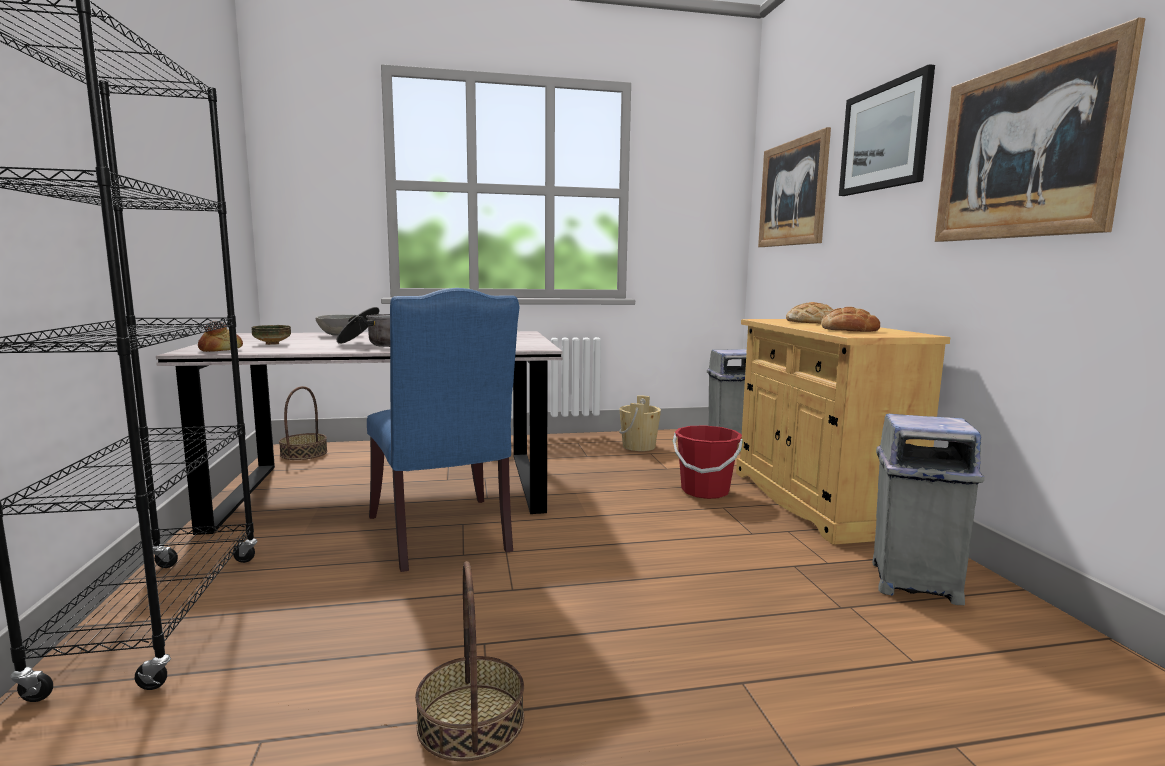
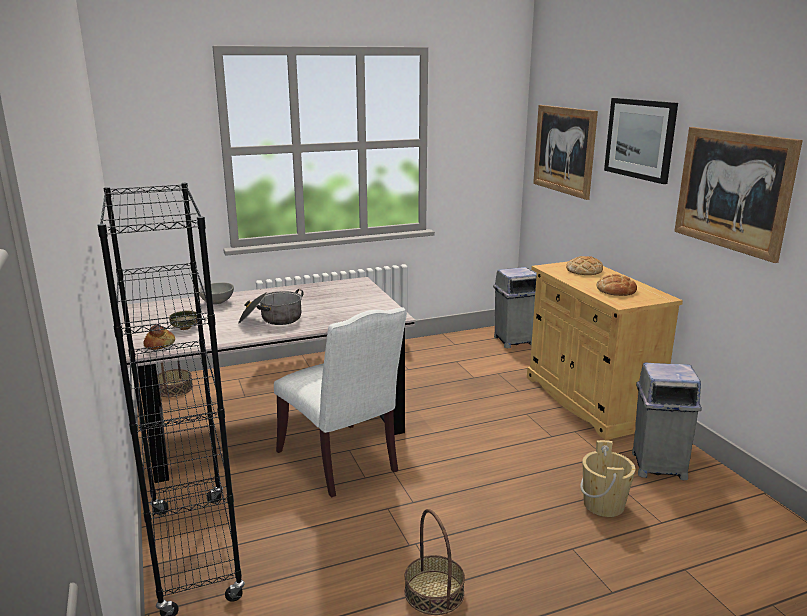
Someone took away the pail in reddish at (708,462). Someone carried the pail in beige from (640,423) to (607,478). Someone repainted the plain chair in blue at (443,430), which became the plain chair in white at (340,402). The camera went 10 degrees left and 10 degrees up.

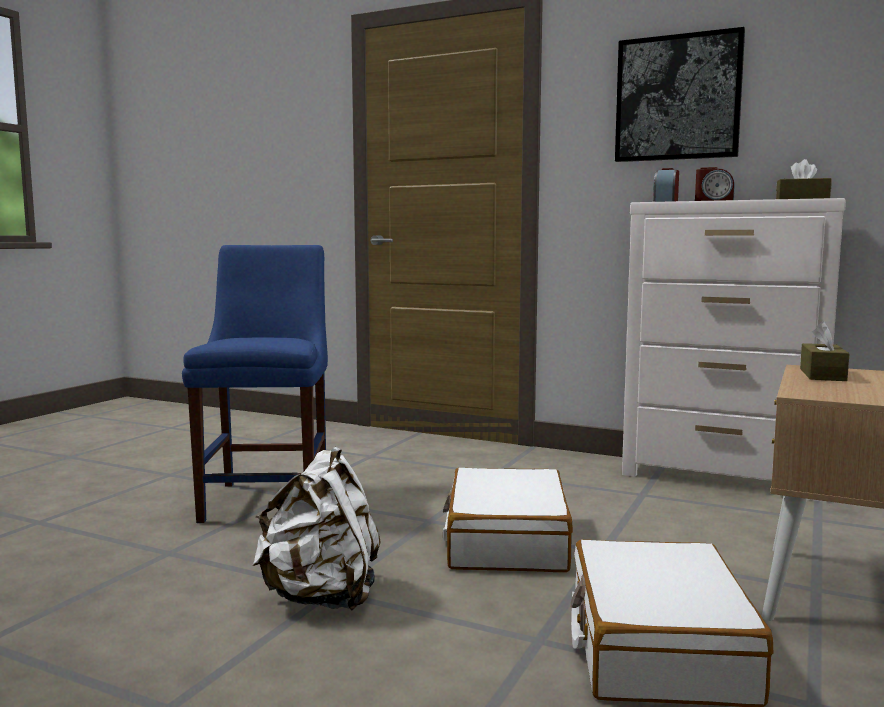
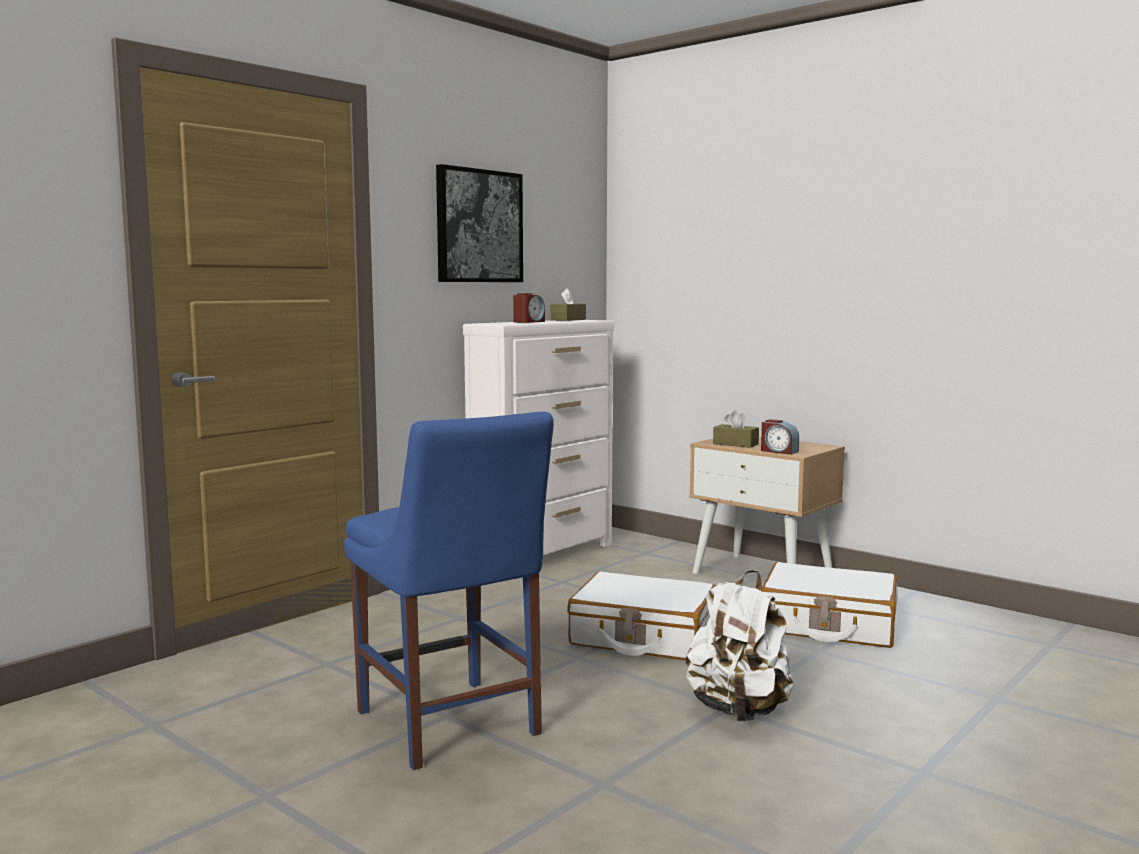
Someone carried the alarm clock from (666,185) to (780,437). Someone rotated the plain chair in blue at (255,384) by 135 degrees counterclockwise. The camera went 75 degrees left and 0 degrees up.

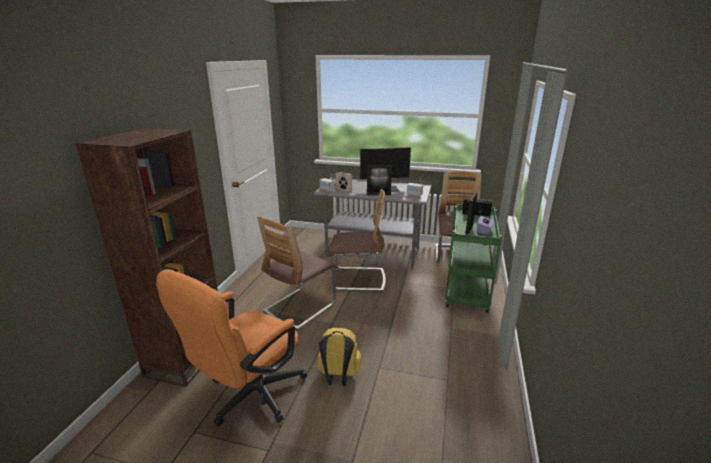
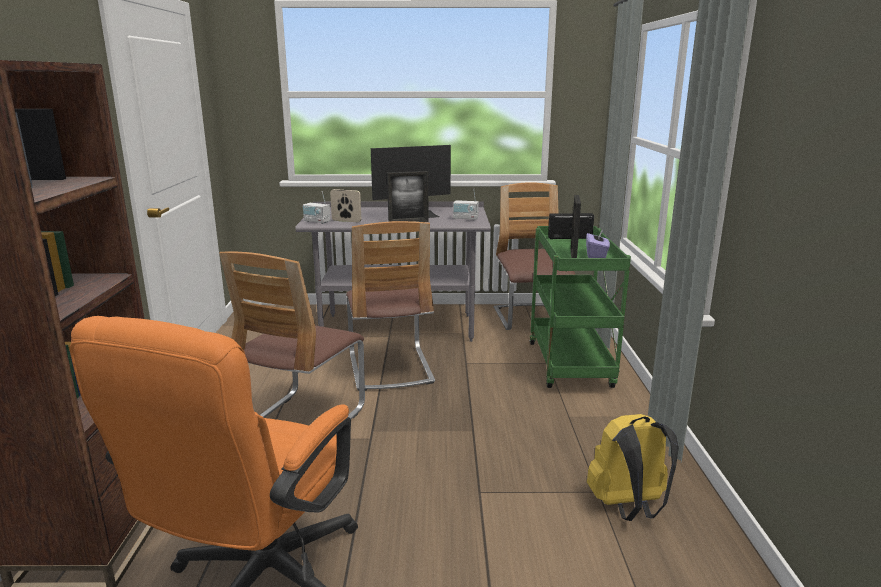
Someone carried the backpack in yellow-coloured from (339,357) to (633,467). Someone rotated the plain chair at (357,240) by 90 degrees clockwise. The camera went 15 degrees left and 5 degrees down.

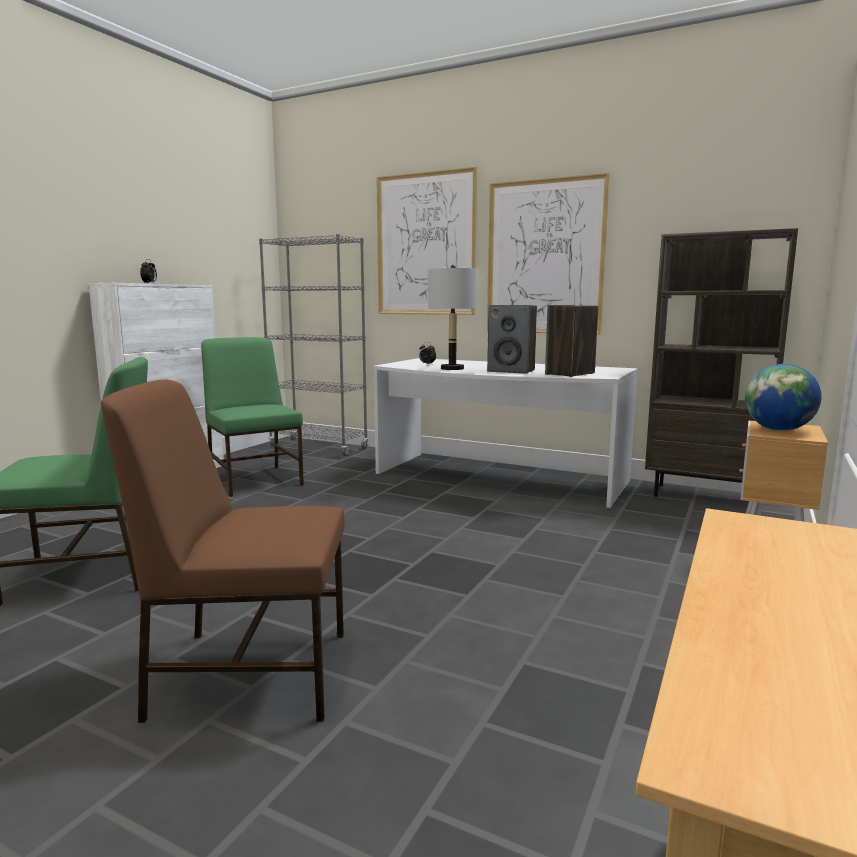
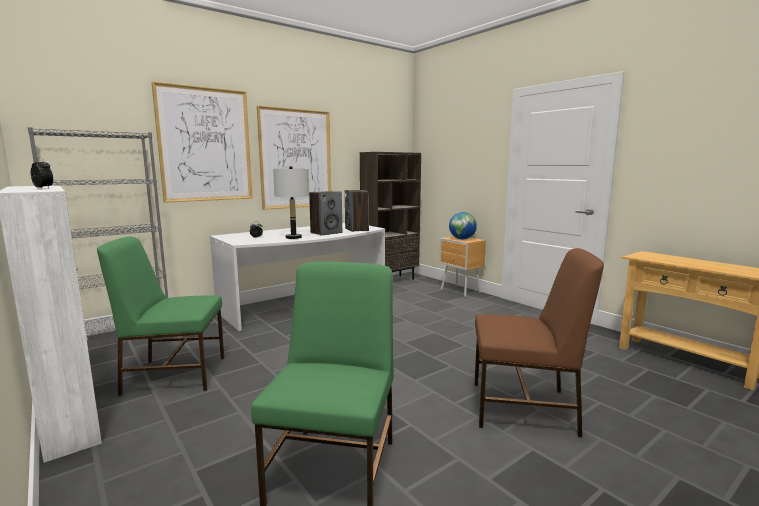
Someone rotated the plain chair in brown at (223,551) by 105 degrees counterclockwise. The camera went 65 degrees left and 0 degrees up.

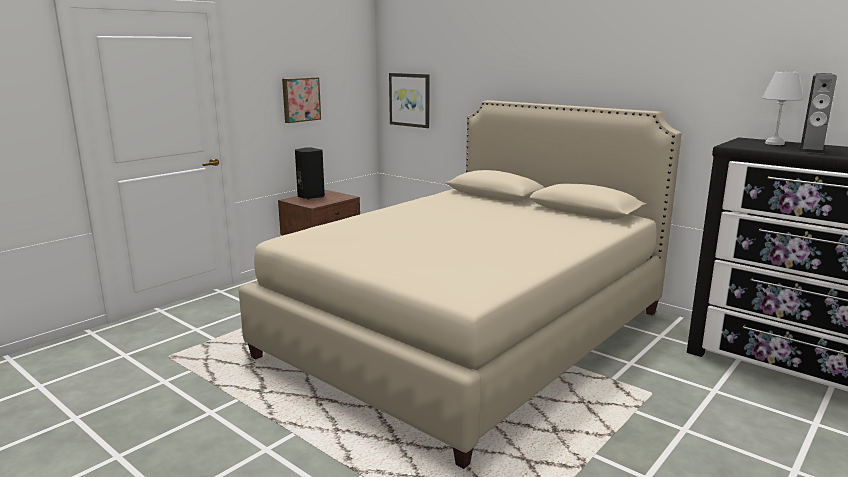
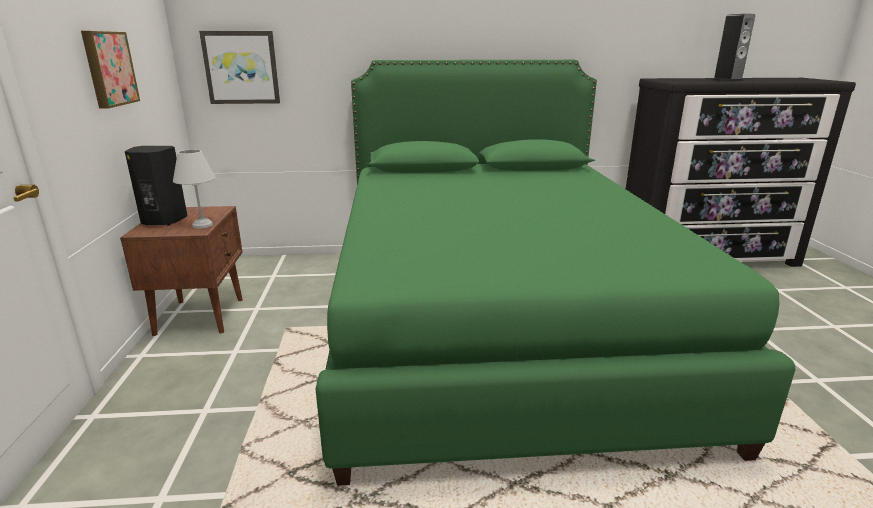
Someone carried the lamp for a table in white from (782,108) to (194,189). Someone repainted the bedroom bed in beige at (460,284), which became the bedroom bed in green at (555,273). The camera went 45 degrees left and 5 degrees up.

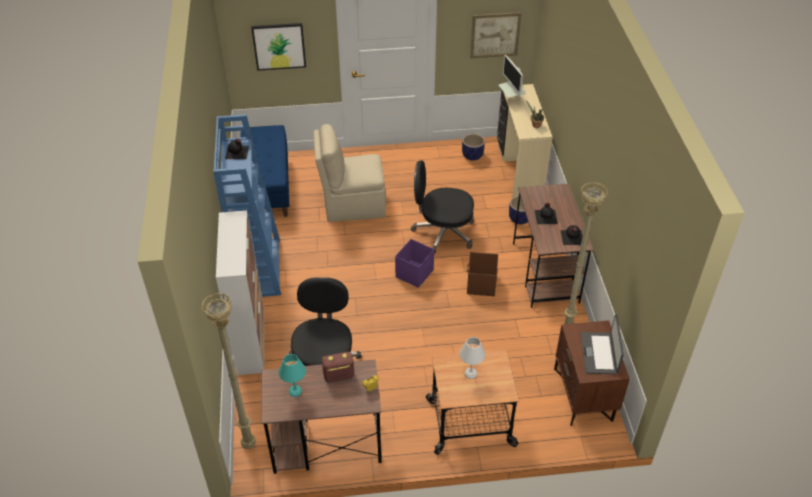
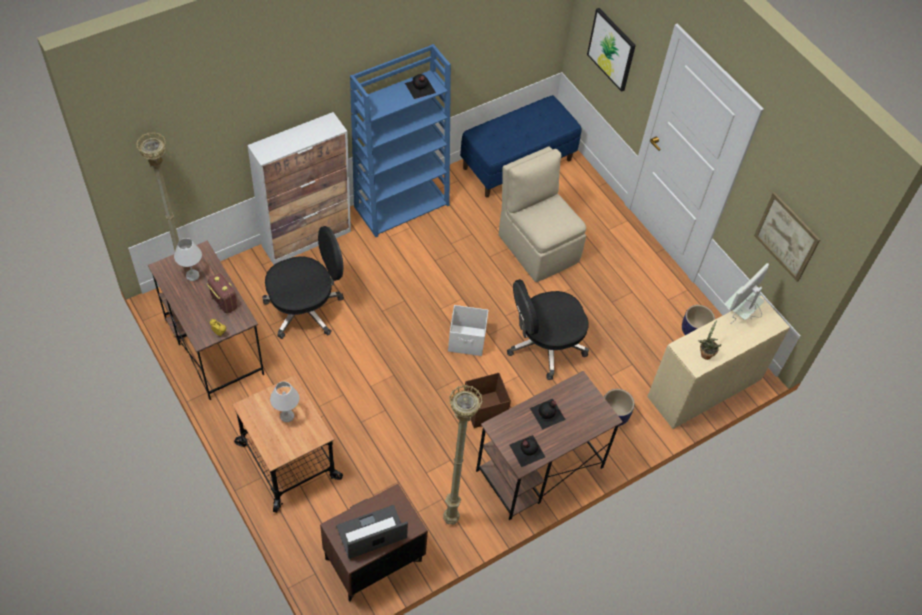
Someone repainted the lamp for a table in turquoise at (292,375), which became the lamp for a table in white at (188,259). Someone repainted the storage bin in purple at (414,263), which became the storage bin in white at (468,330). Someone rotated the computer chair in blackish at (442,207) by 90 degrees counterclockwise. The camera went 60 degrees right and 10 degrees up.

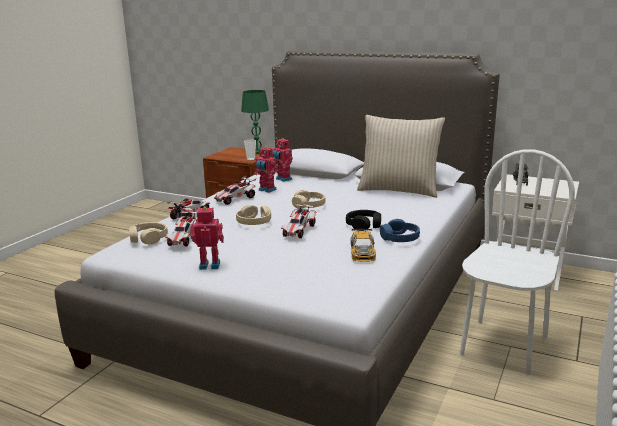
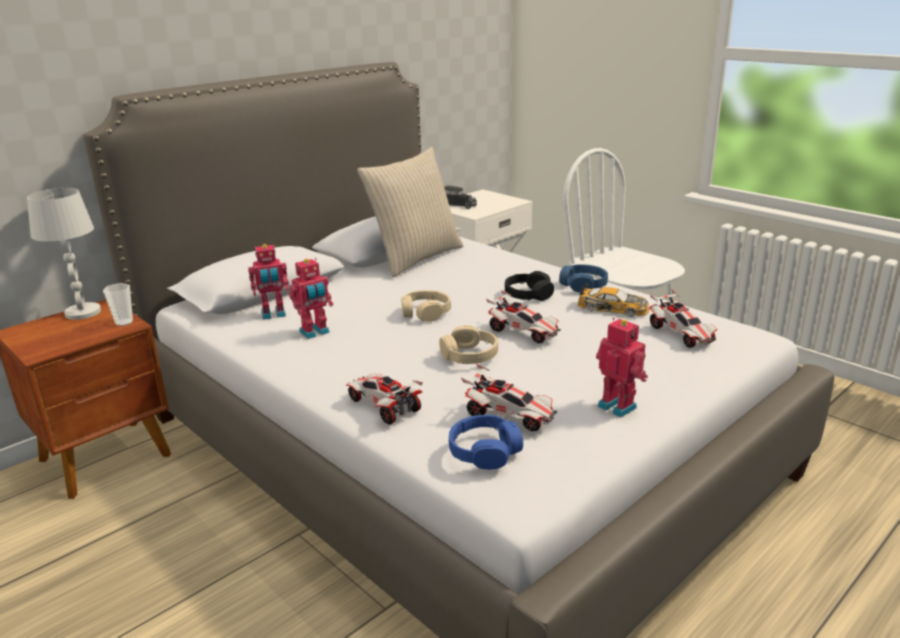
Someone carried the toy car from (235,190) to (683,318). Someone repainted the pair of headphones in beige at (148,233), which became the pair of headphones in blue at (486,442). Someone repainted the lamp for a table in green at (255,122), which became the lamp for a table in white at (64,254). Someone rotated the model robot at (207,238) by 120 degrees clockwise. The camera went 70 degrees left and 5 degrees up.

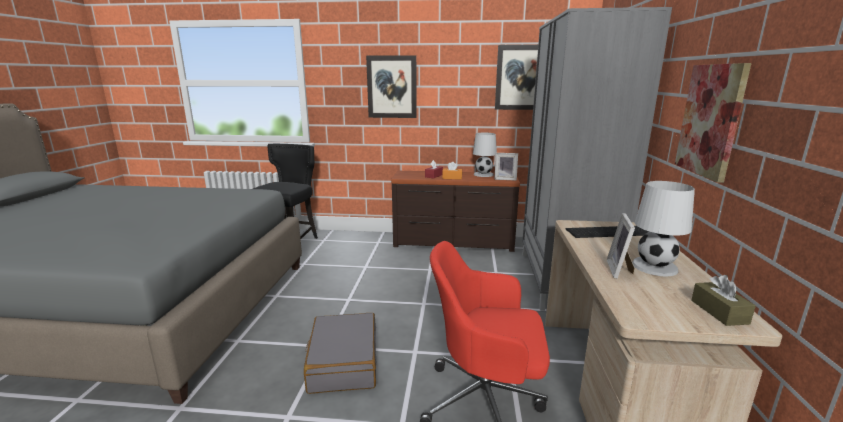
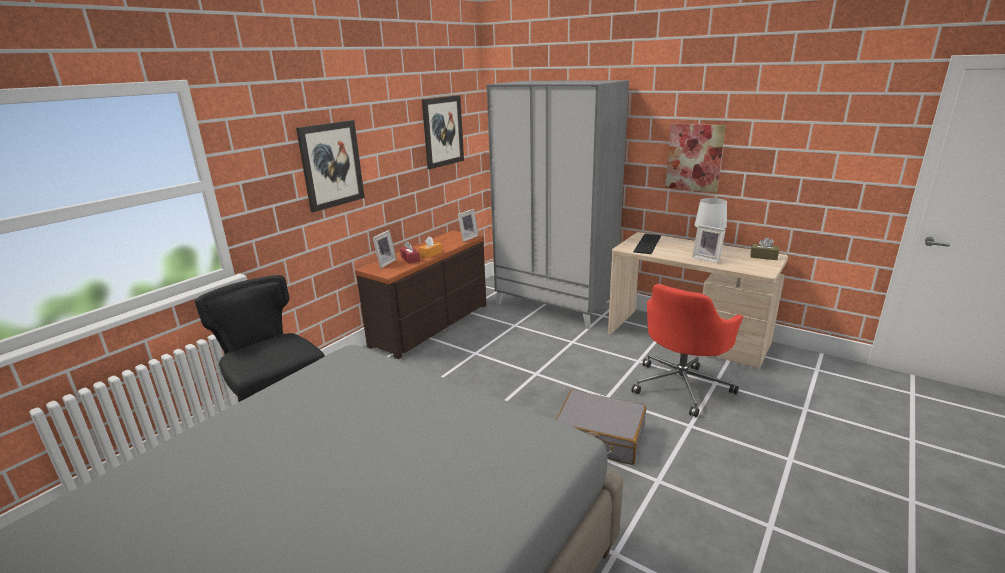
Someone took away the lamp for a table in white at (485,155). Someone put down the picture frame at (385,249). The camera went 60 degrees left and 5 degrees up.

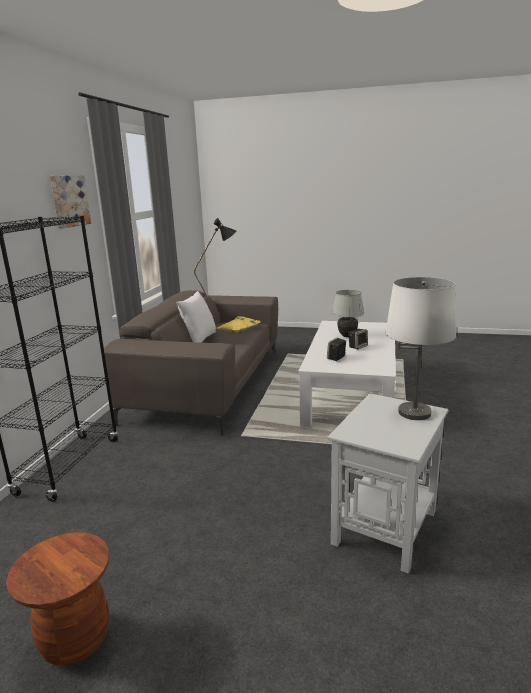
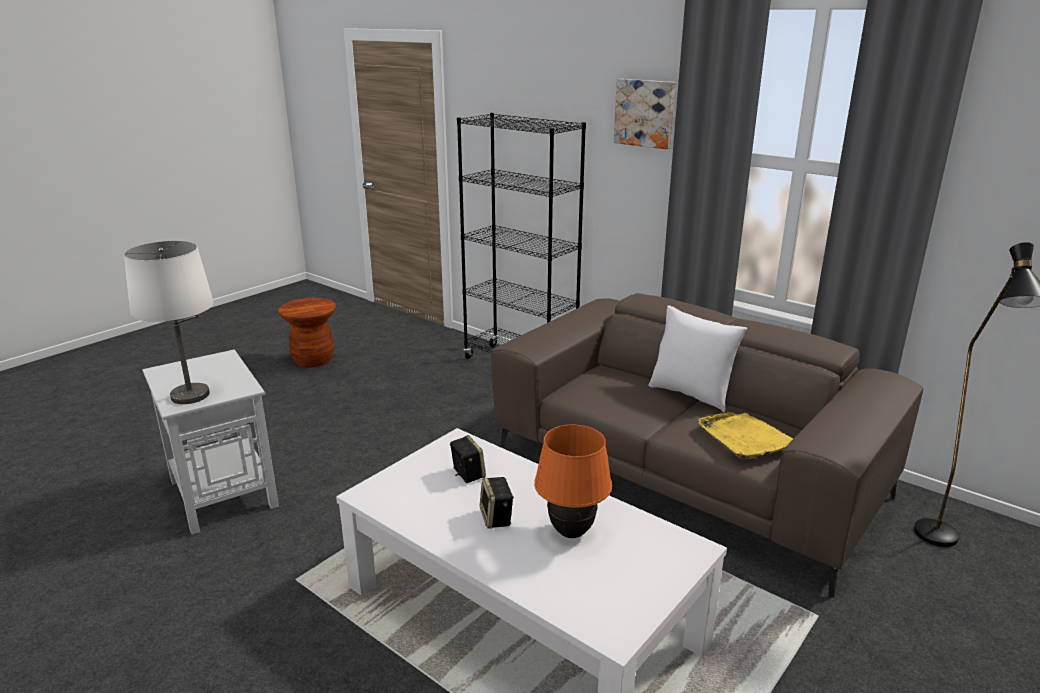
Someone repainted the lamp for a table in white at (348,313), which became the lamp for a table in orangey at (573,481). The camera went 115 degrees right and 5 degrees up.

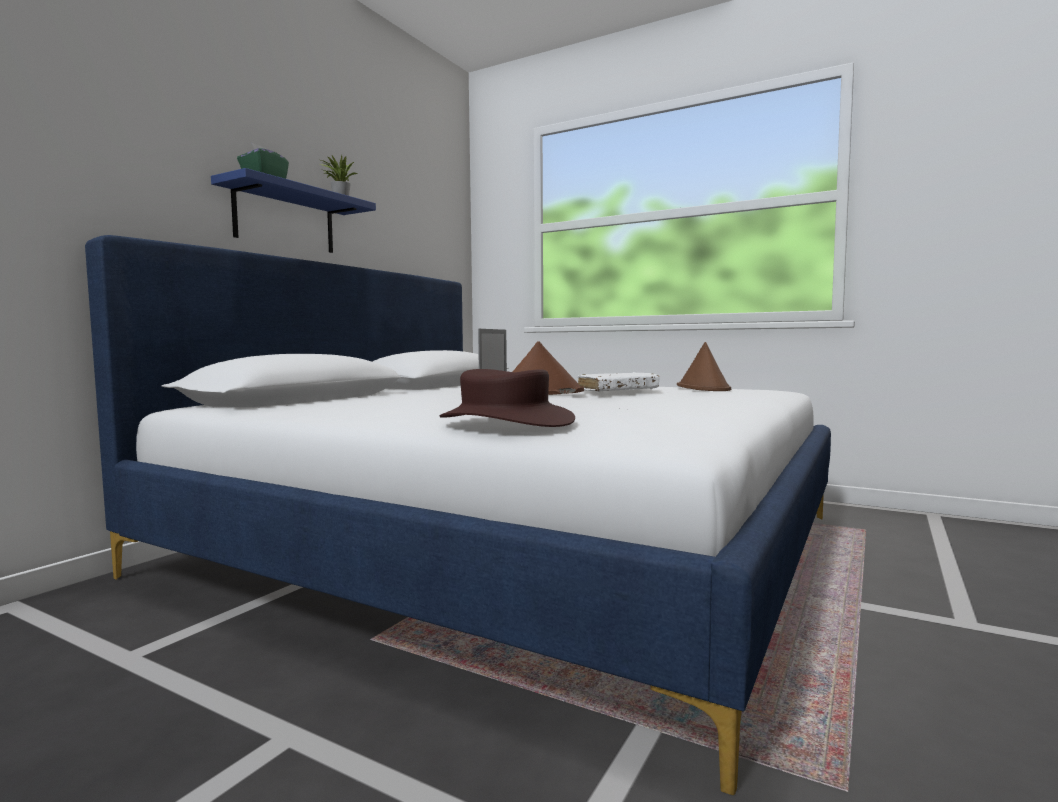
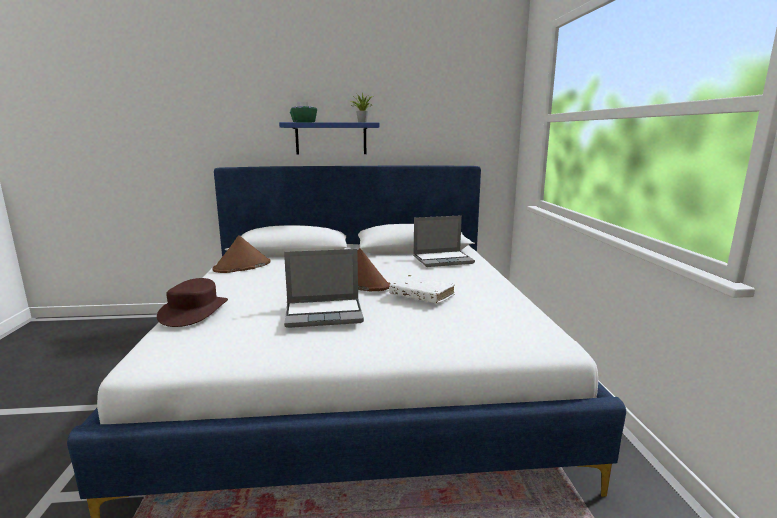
Someone put down the notebook computer at (324,288). Someone carried the clothing hat in brown from (704,366) to (242,254). The camera went 55 degrees right and 10 degrees up.

